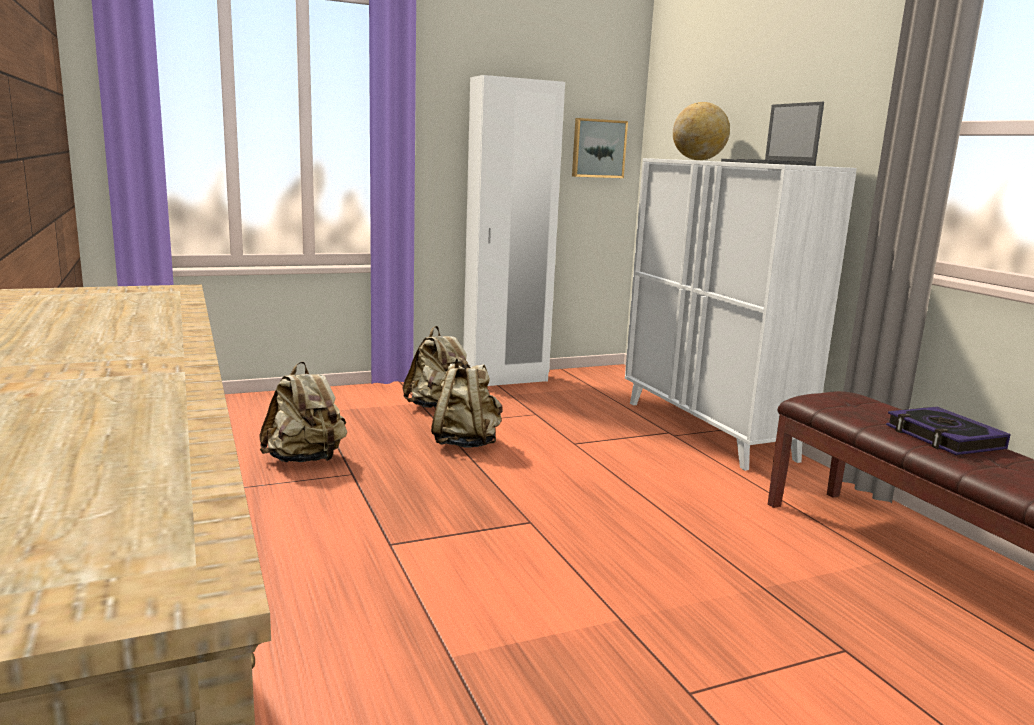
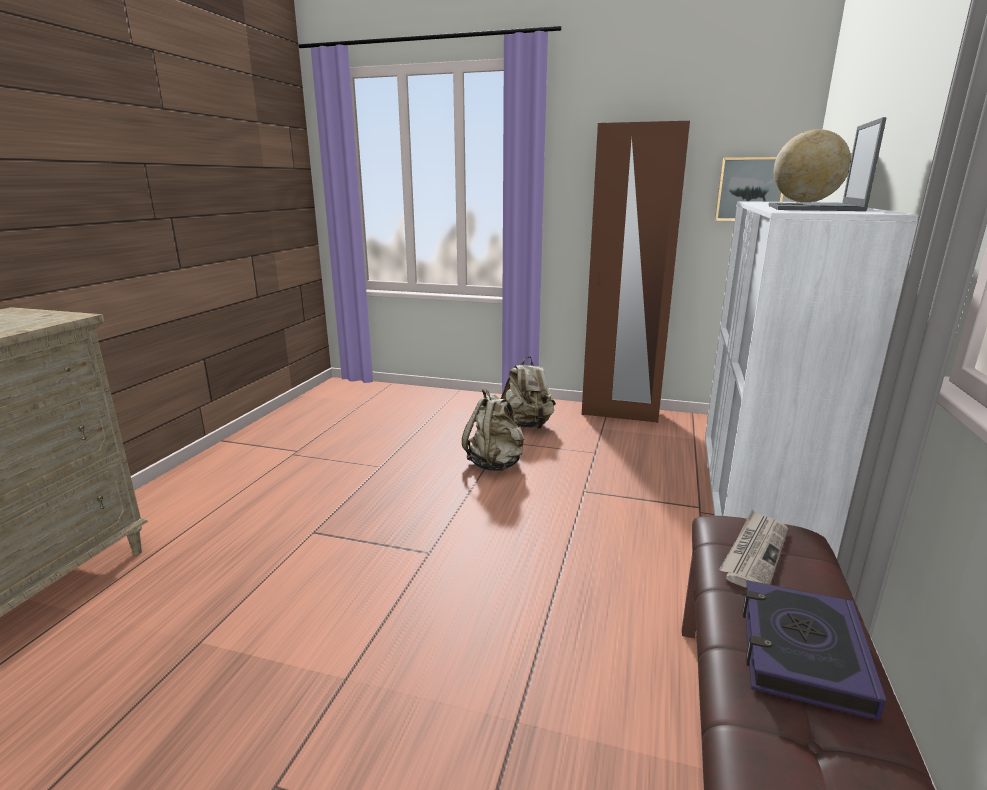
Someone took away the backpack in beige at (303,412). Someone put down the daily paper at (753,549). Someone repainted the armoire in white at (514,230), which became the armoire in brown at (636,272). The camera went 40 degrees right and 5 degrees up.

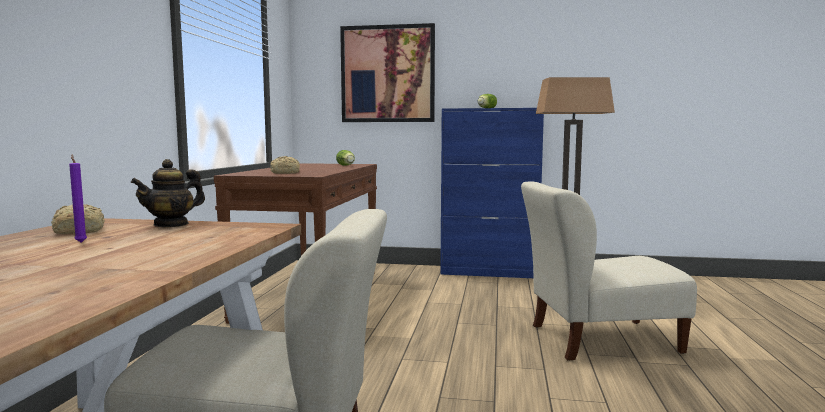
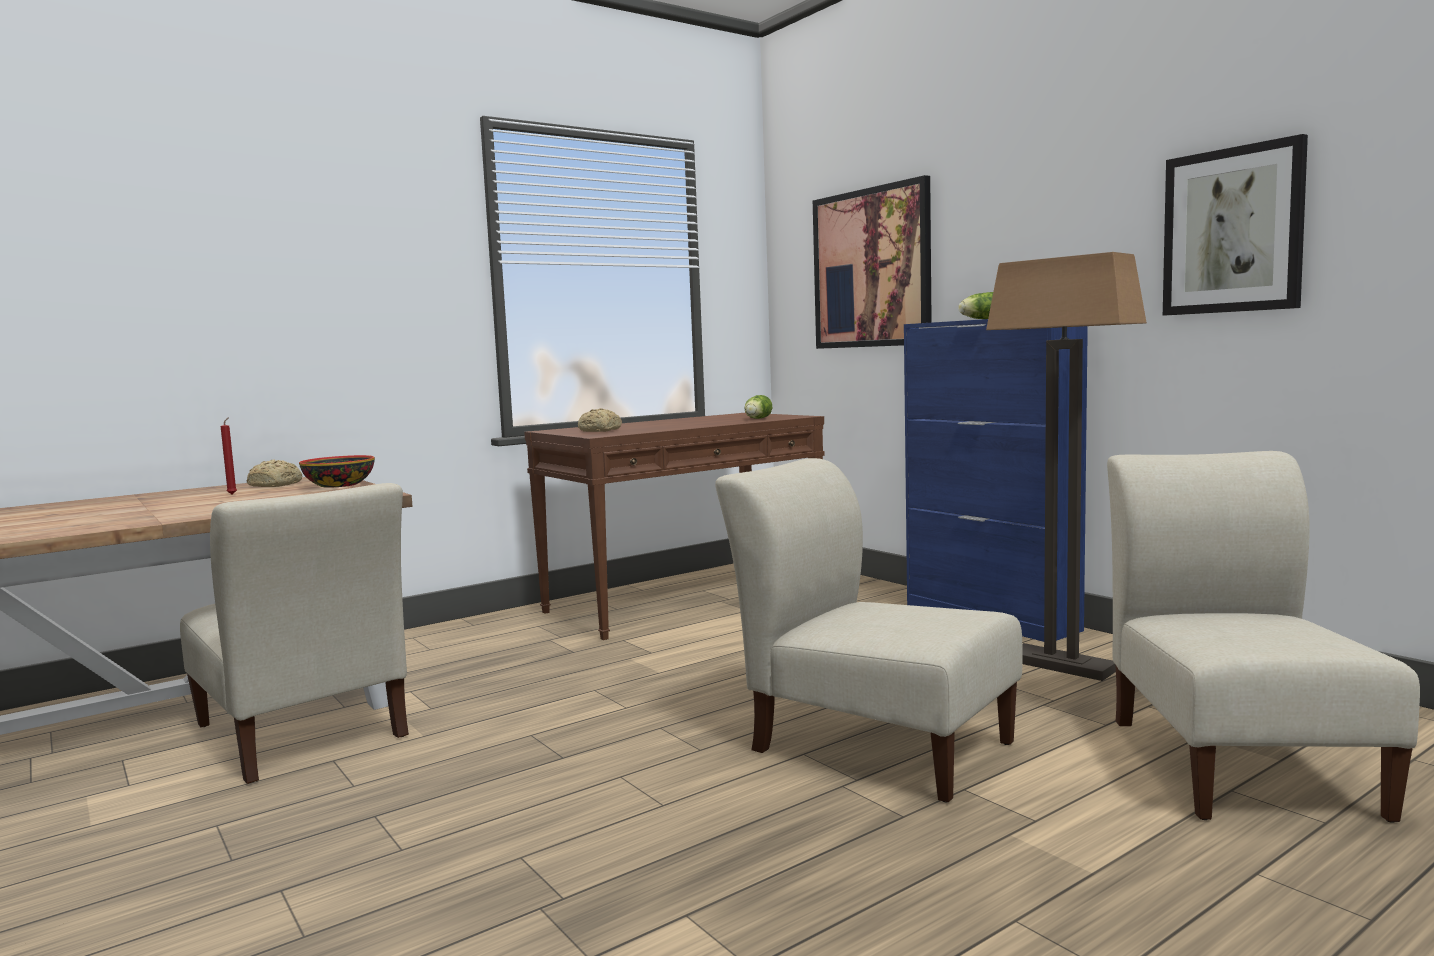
Someone put down the plain chair in beige at (1263,637). Someone put up the wall picture at (1235,224). Someone swapped the tea pot at (168,193) for the serving bowl at (337,471). Someone repainted the wax candle in purple at (78,198), which became the wax candle in reddish at (228,456). The camera went 45 degrees right and 0 degrees up.

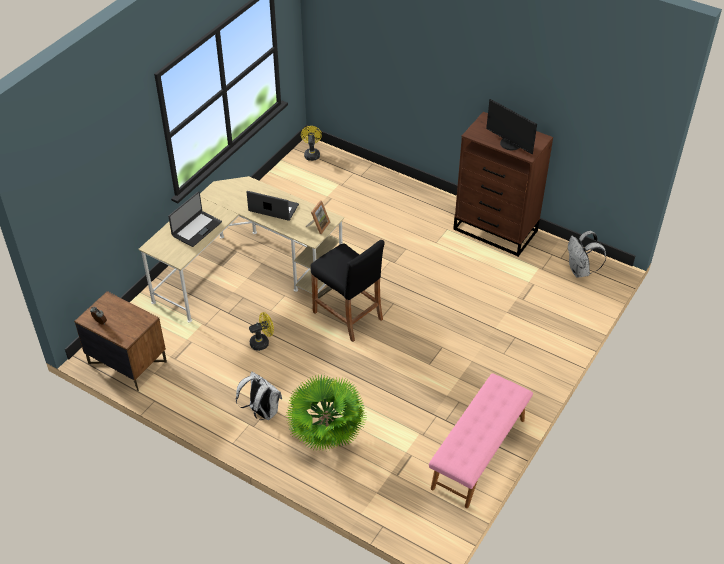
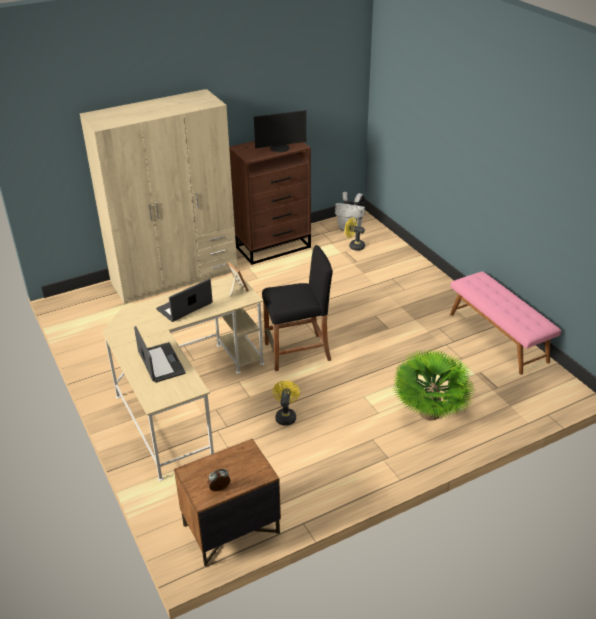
Someone took away the backpack in white at (259,396). Someone put down the armoire in beige at (158,196). Someone carried the cooling fan in yellow-coloured from (311,143) to (355,234). The camera went 60 degrees left and 10 degrees down.

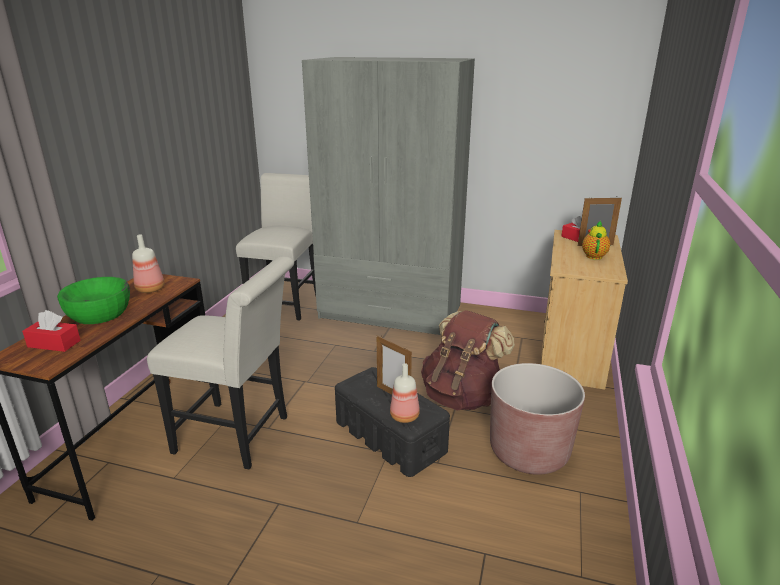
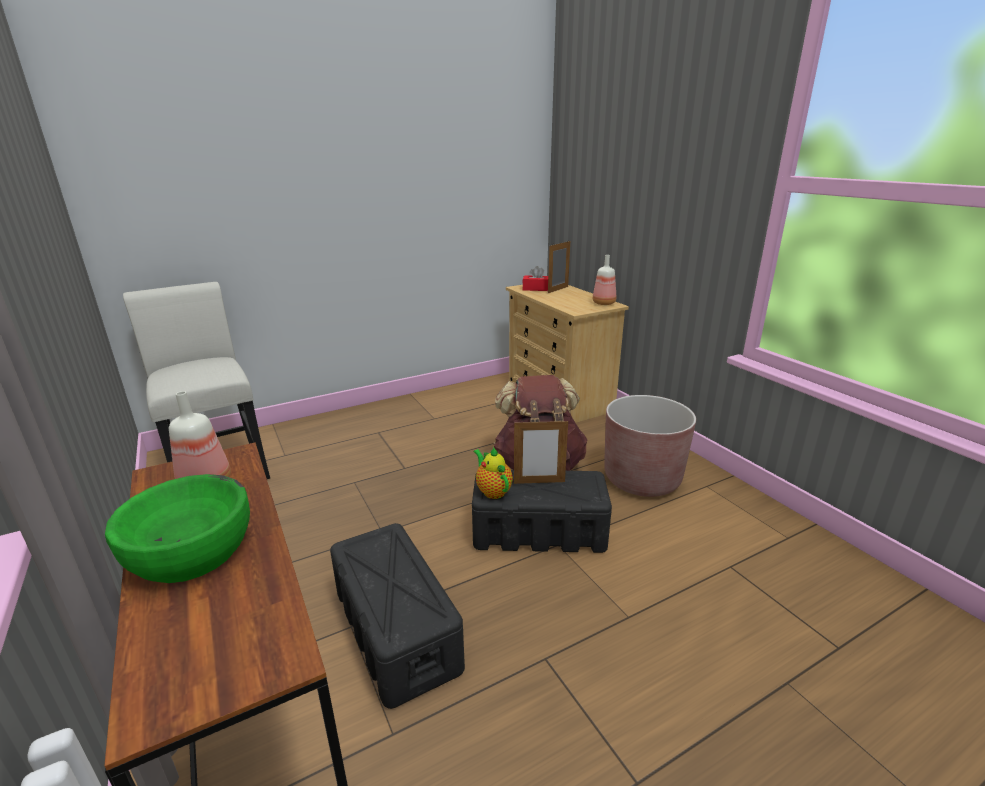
Someone took away the tissue box in reddish at (51,331). Someone took away the armoire in gray at (388,196). Someone carried the drink bottle from (405,393) to (604,280). Someone carried the tea pot from (596,240) to (493,473). Someone swapped the plain chair in white at (220,363) for the storage bin in blackish at (397,616). The camera went 45 degrees left and 0 degrees up.

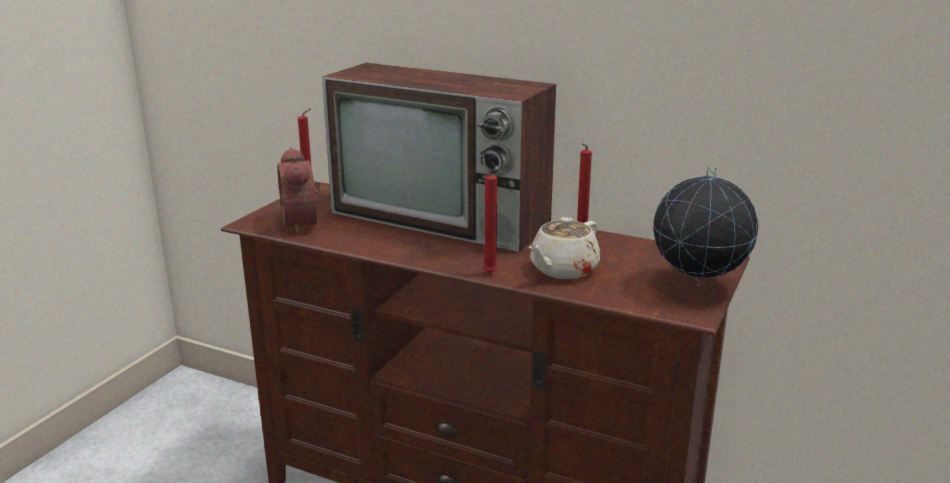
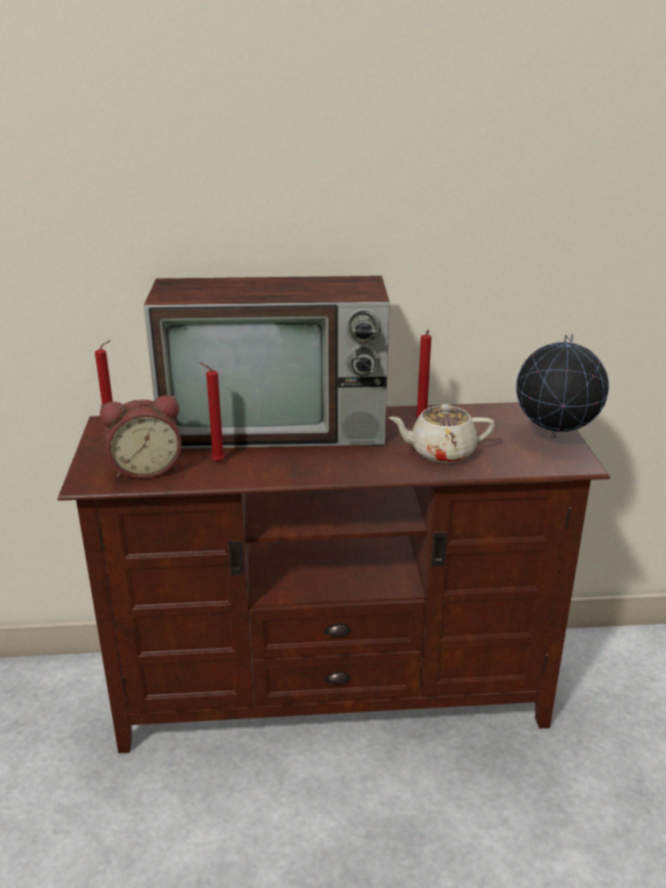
Someone carried the wax candle in reddish from (488,219) to (212,412). Someone rotated the alarm clock at (298,191) by 60 degrees counterclockwise. Someone rotated the tea pot in beige at (564,248) by 75 degrees clockwise. The camera went 30 degrees left and 5 degrees up.

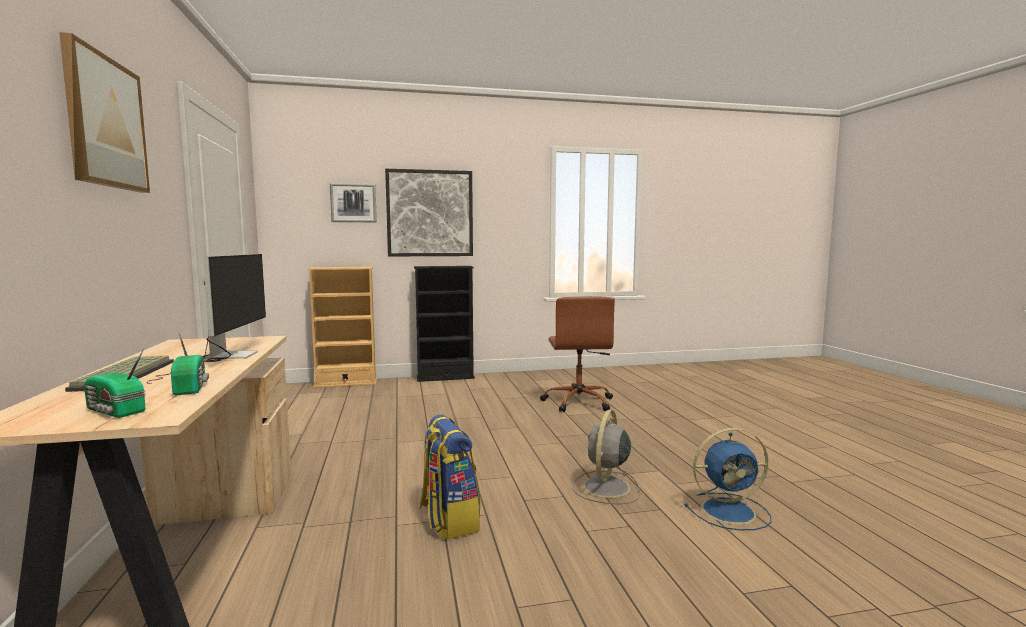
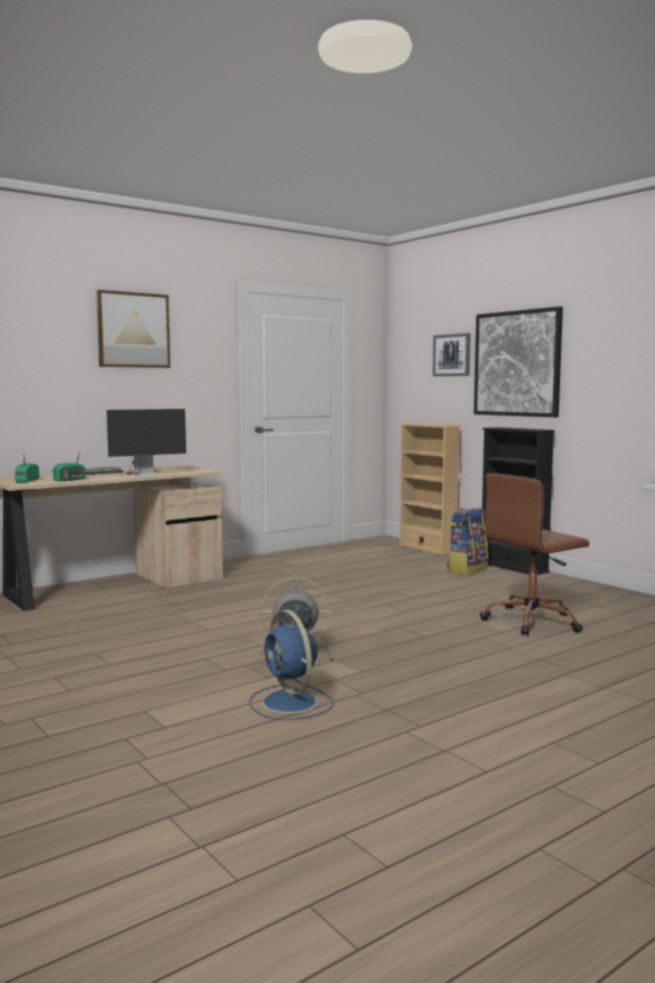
Someone carried the backpack from (450,477) to (467,541). The camera went 65 degrees right and 0 degrees up.

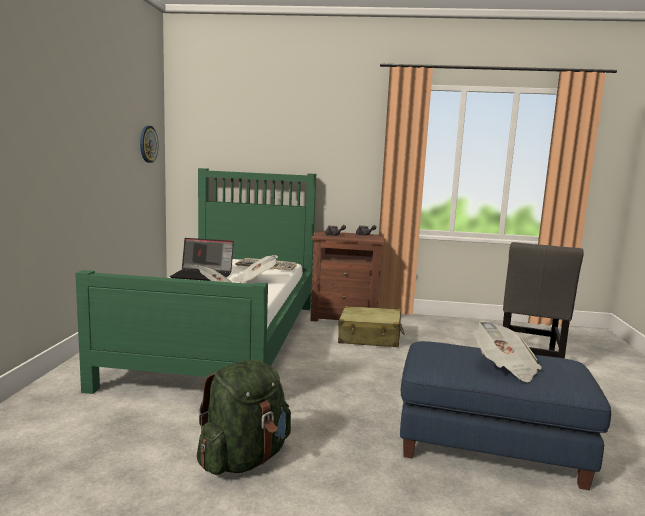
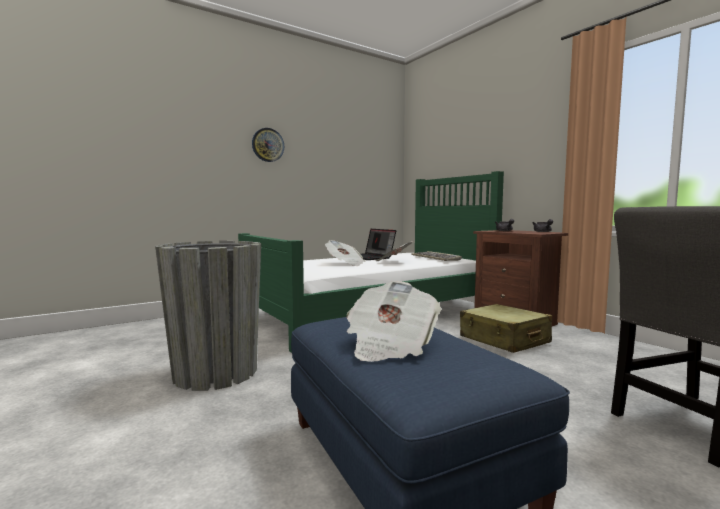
Someone carried the hanging clock from (149,144) to (268,145). Someone swapped the backpack in green at (244,417) for the planter in gray at (208,316). The camera went 50 degrees right and 5 degrees down.

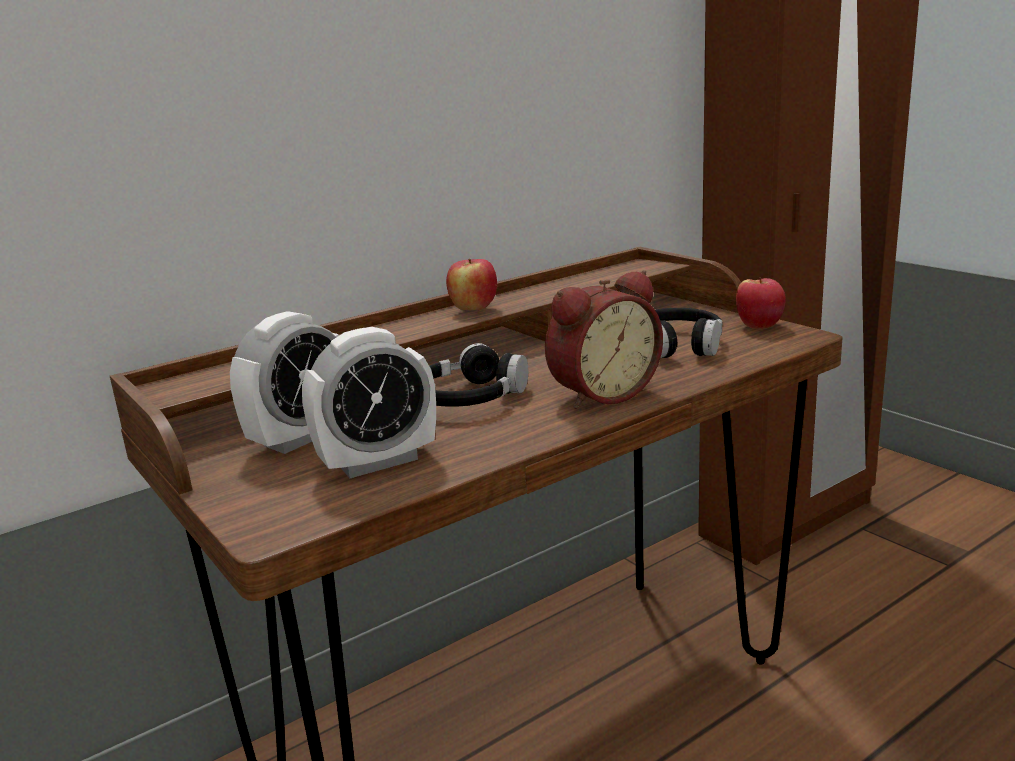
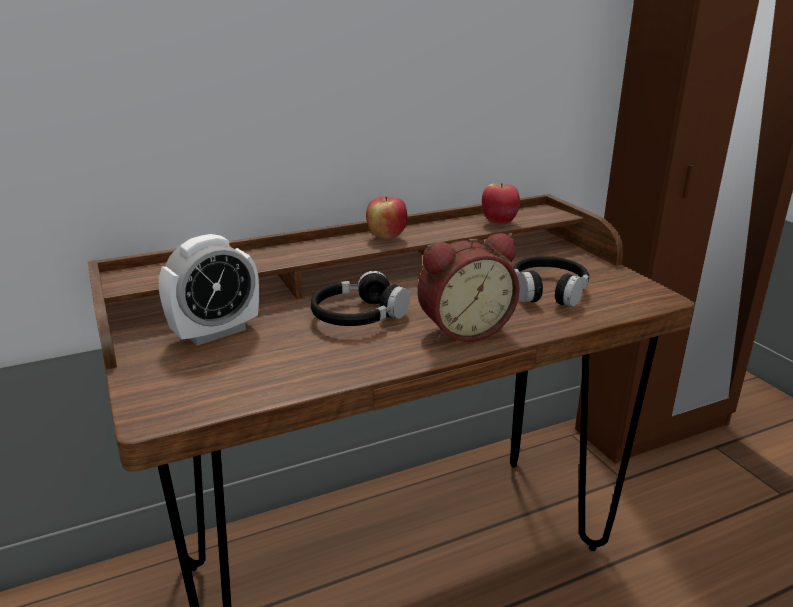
Someone took away the alarm clock at (369,402). Someone carried the apple from (761,303) to (501,203). The camera went 10 degrees right and 5 degrees up.

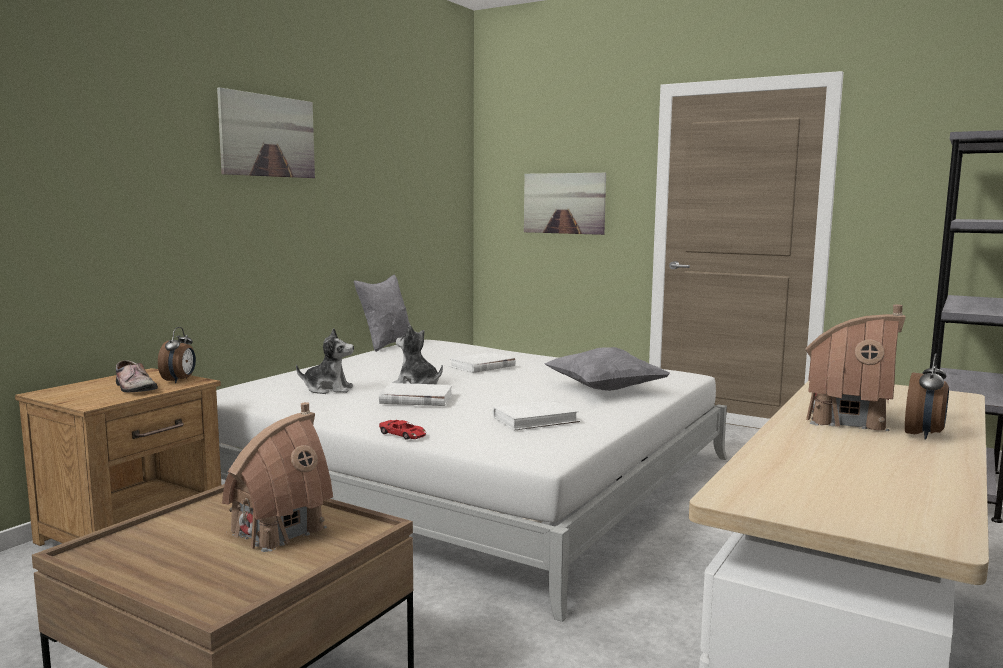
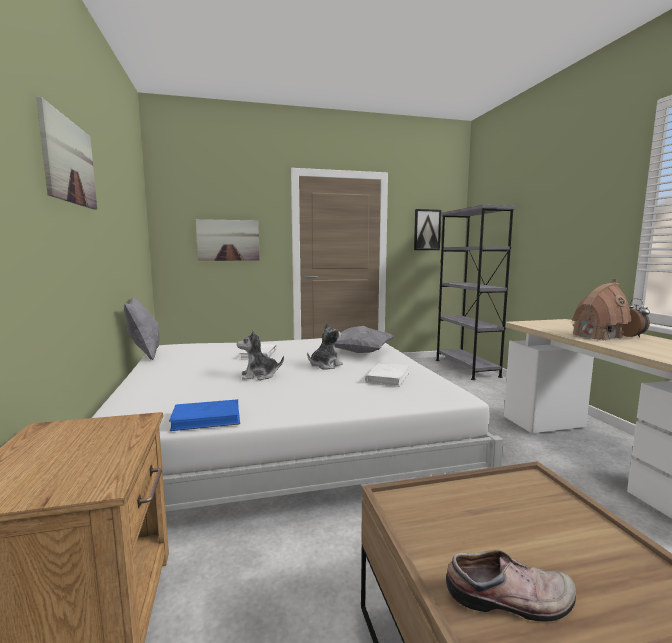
Someone took away the alarm clock at (177,355). Someone took away the model house at (277,477). Someone took away the book in white at (416,394). Someone took away the toy car in reddish at (402,430). Someone put down the book in blue at (204,415). Someone put up the wall picture at (427,229). Someone carried the low shoe from (137,376) to (511,586). Someone carried the soft toy from (325,361) to (325,345). The camera went 45 degrees left and 0 degrees up.

